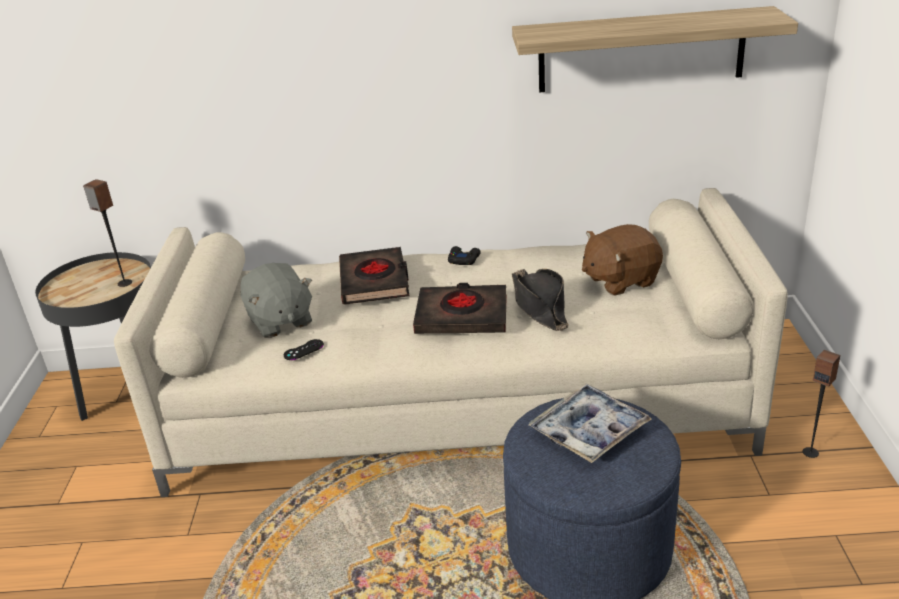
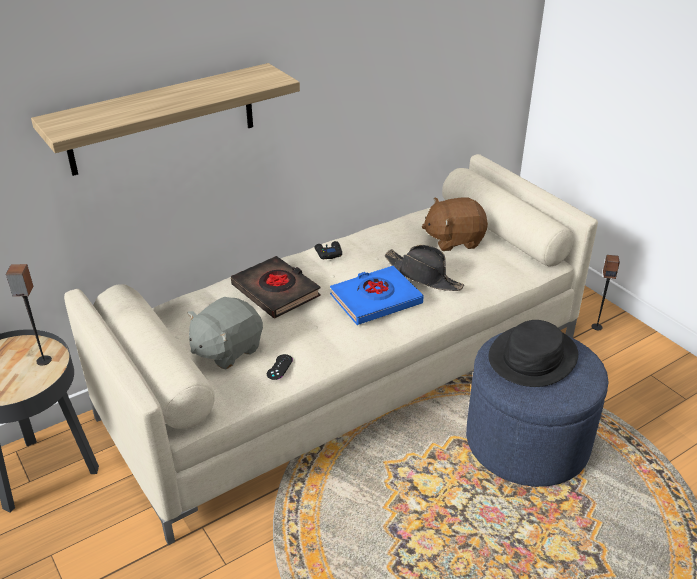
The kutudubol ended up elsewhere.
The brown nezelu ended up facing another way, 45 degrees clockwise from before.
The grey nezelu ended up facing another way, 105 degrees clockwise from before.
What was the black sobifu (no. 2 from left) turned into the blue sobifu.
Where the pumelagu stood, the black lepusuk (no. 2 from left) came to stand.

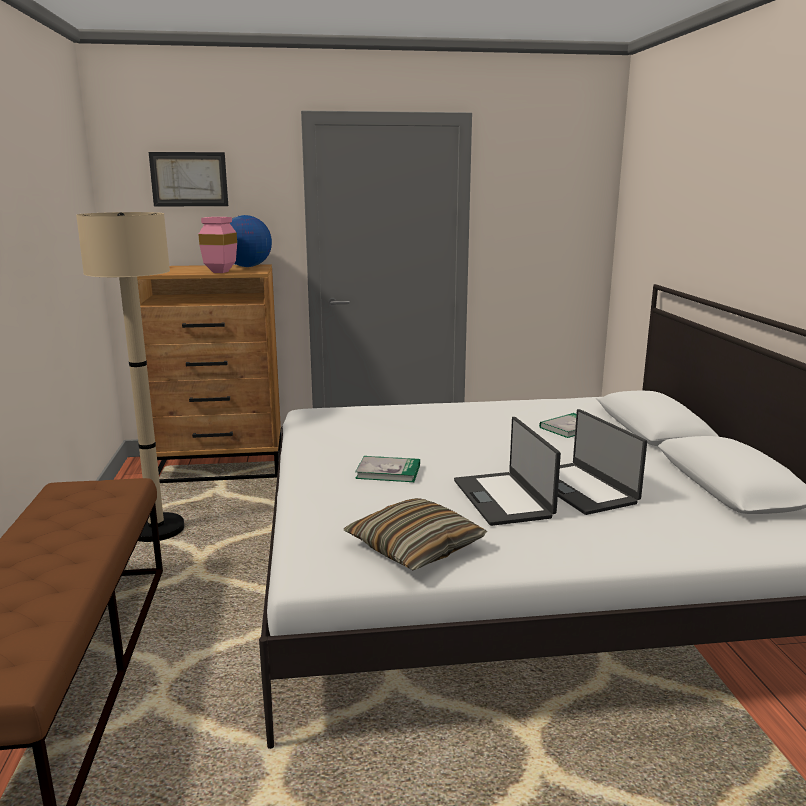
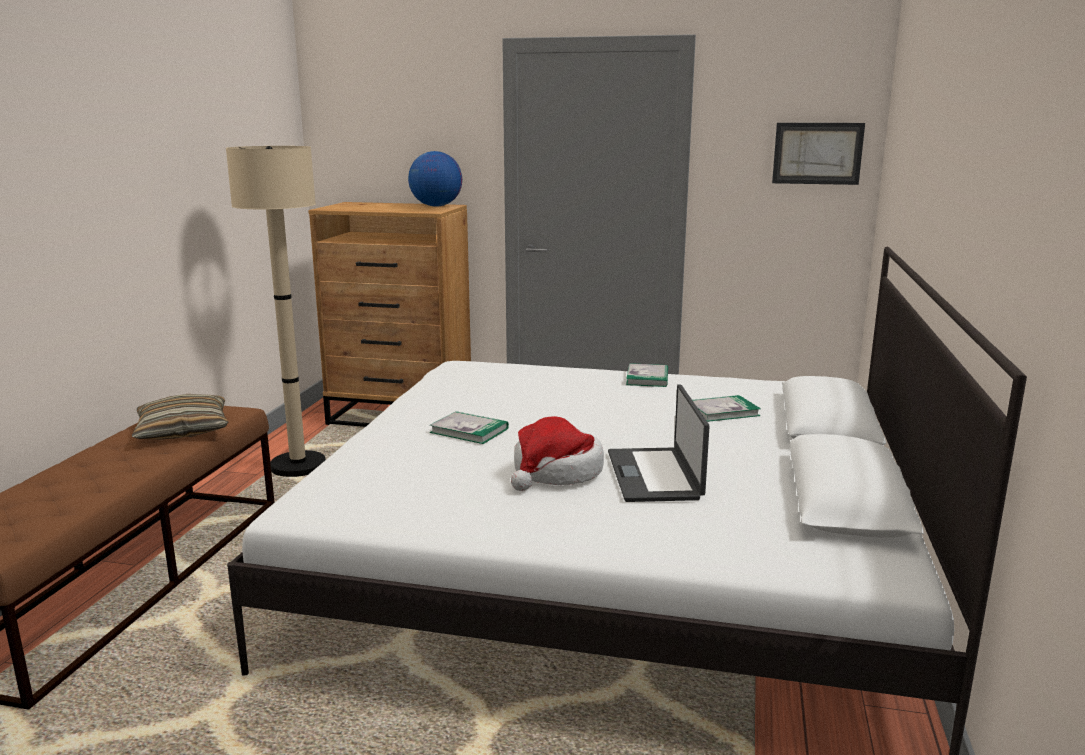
The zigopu ended up elsewhere.
The second view lost the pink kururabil.
Where the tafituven (no. 1 from left) stood, the lepusuk came to stand.
The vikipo ended up elsewhere.
The second view gained the sobifu (no. 2 from left).

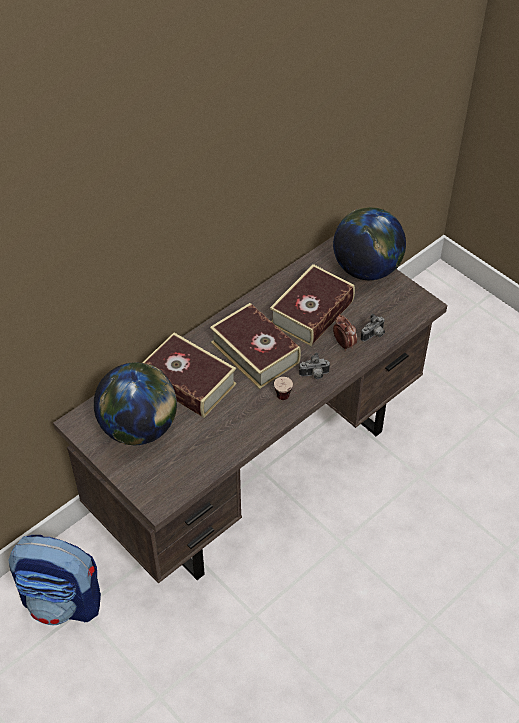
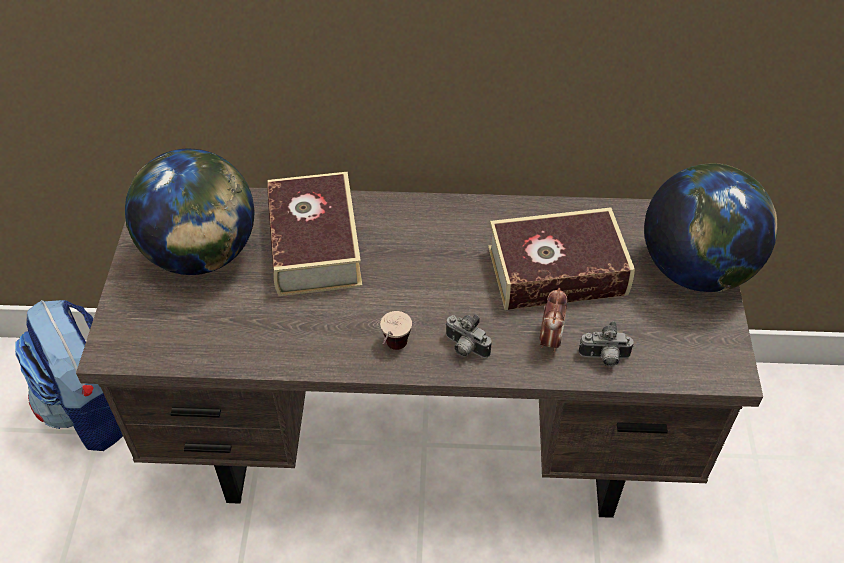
The second view lost the sobifu (no. 2 from left).

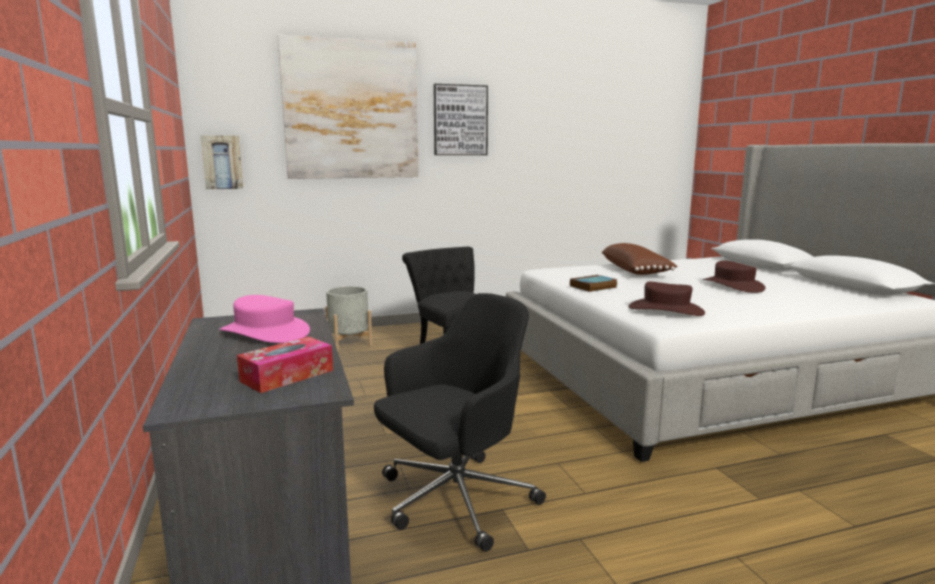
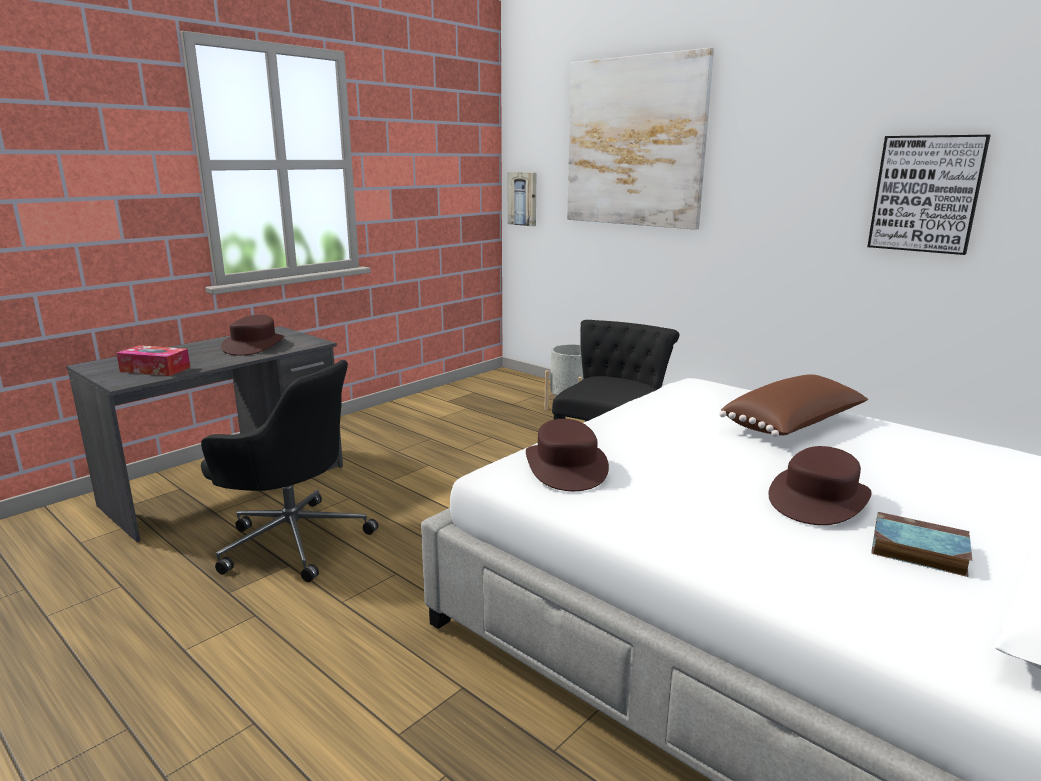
The zigopu (no. 3 from left) ended up elsewhere.
The sobifu ended up elsewhere.
What was the pink lepusuk turned into the brown lepusuk (no. 1 from left).

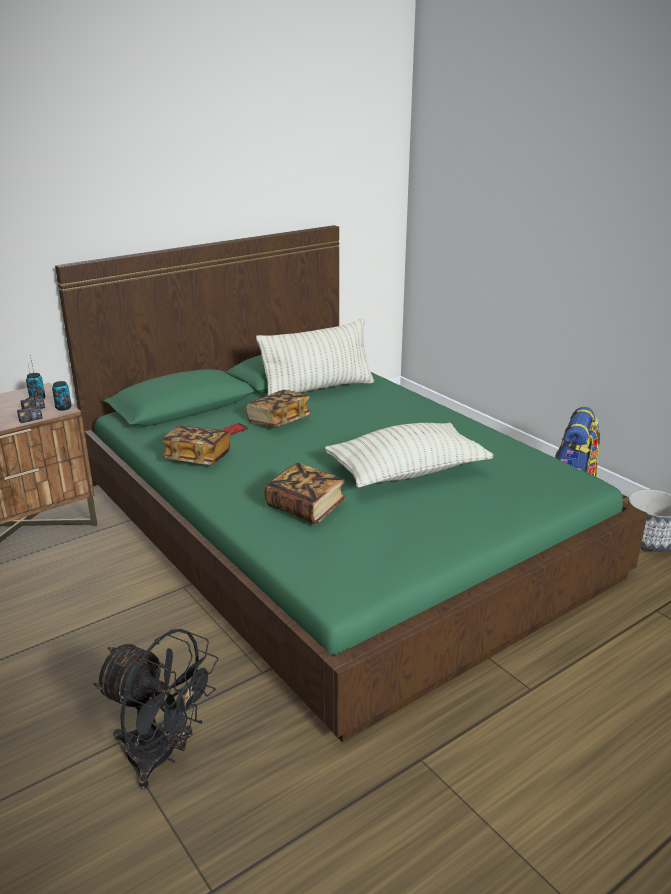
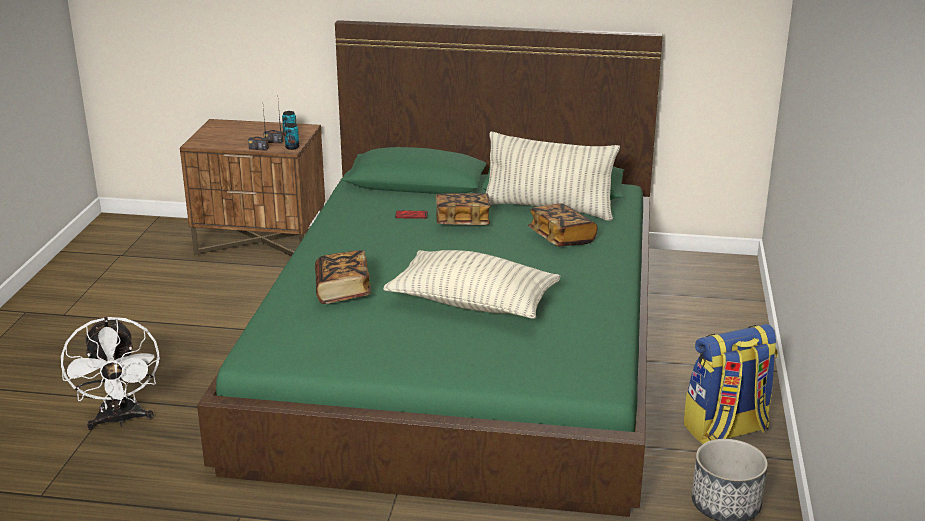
The sobifu (no. 1 from left in the first image) ended up elsewhere.
What was the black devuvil turned into the white devuvil.

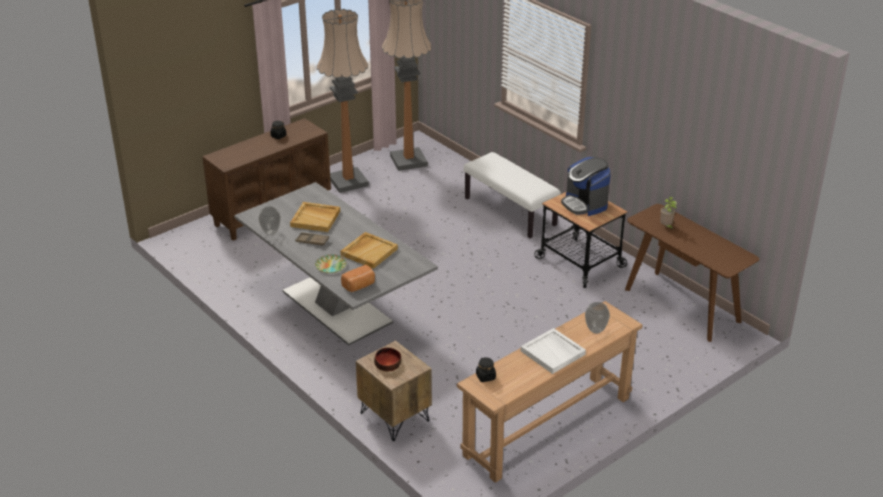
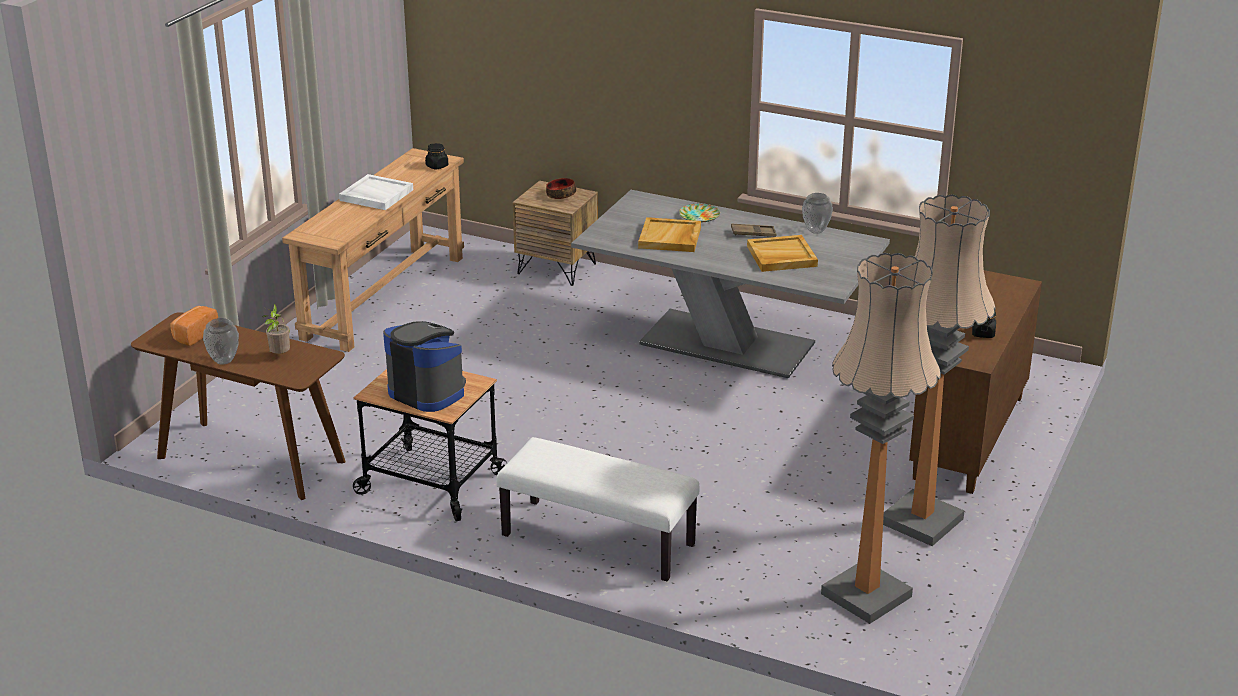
The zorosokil ended up elsewhere.
The kururabil (no. 2 from left in the first image) ended up elsewhere.

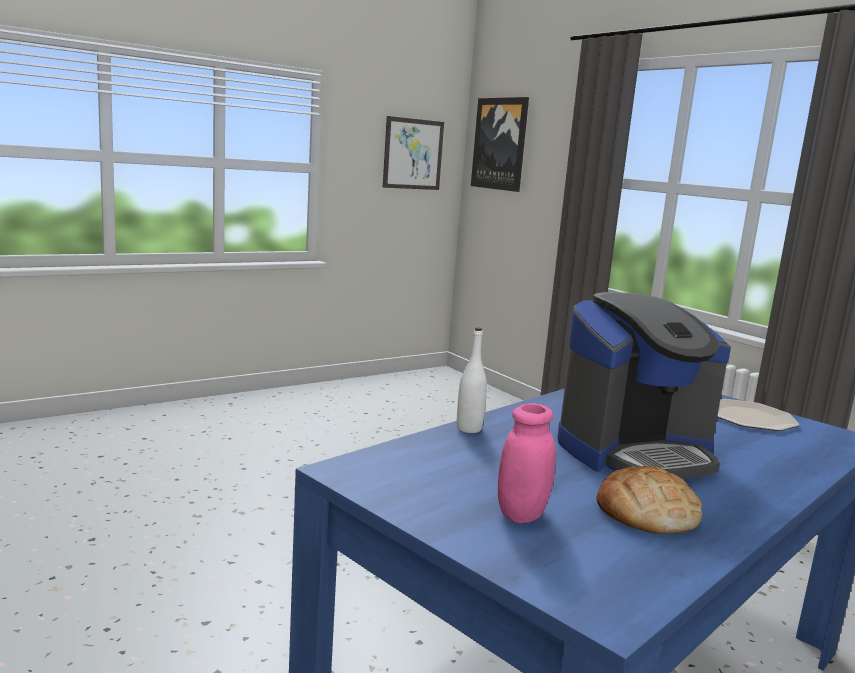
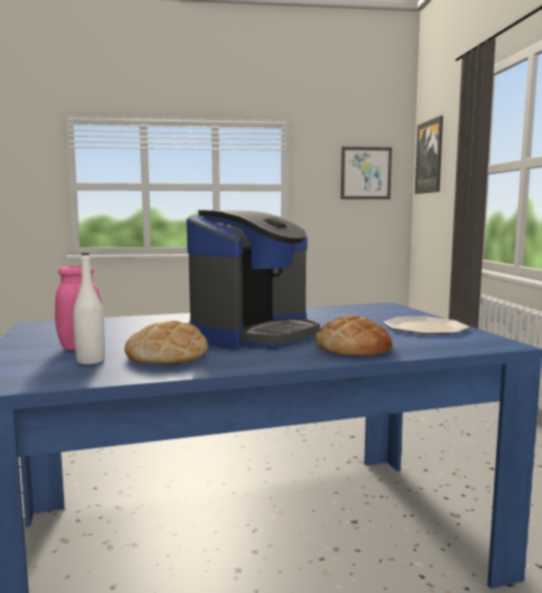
The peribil ended up facing another way, 60 degrees counterclockwise from before.
The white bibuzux ended up elsewhere.
The second view gained the zorosokil (no. 2 from left).

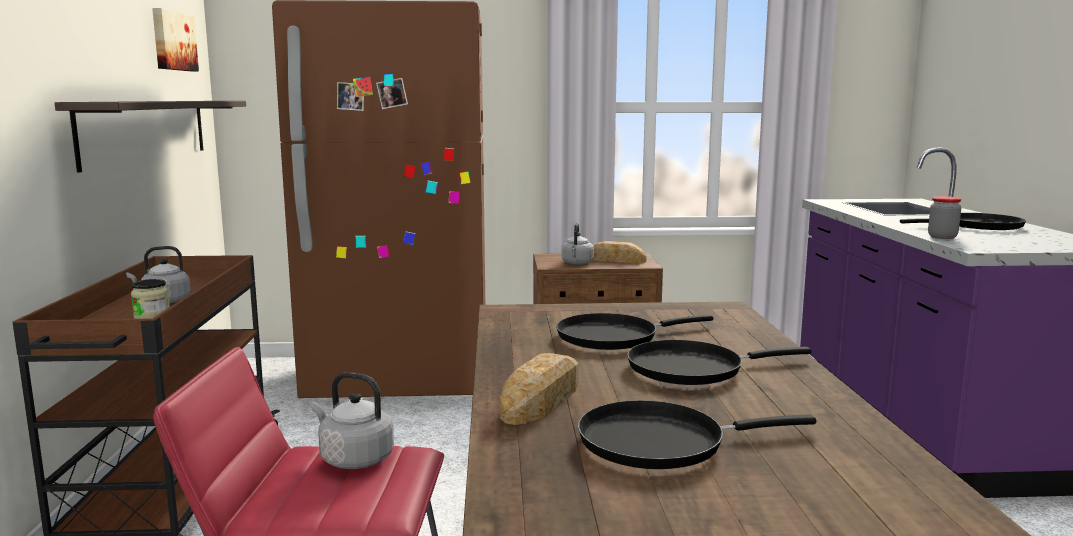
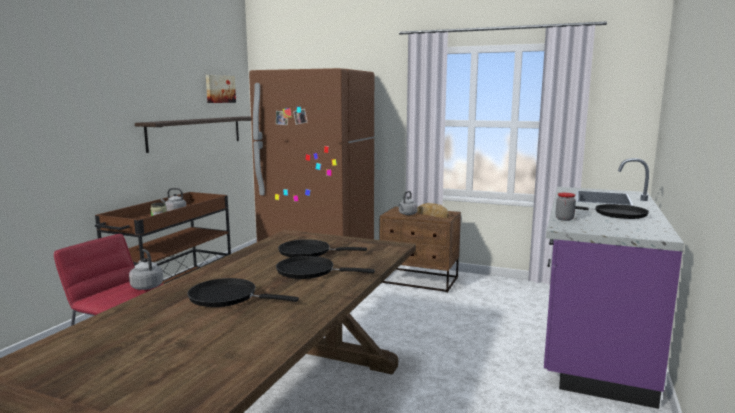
The second view lost the zorosokil (no. 1 from left).

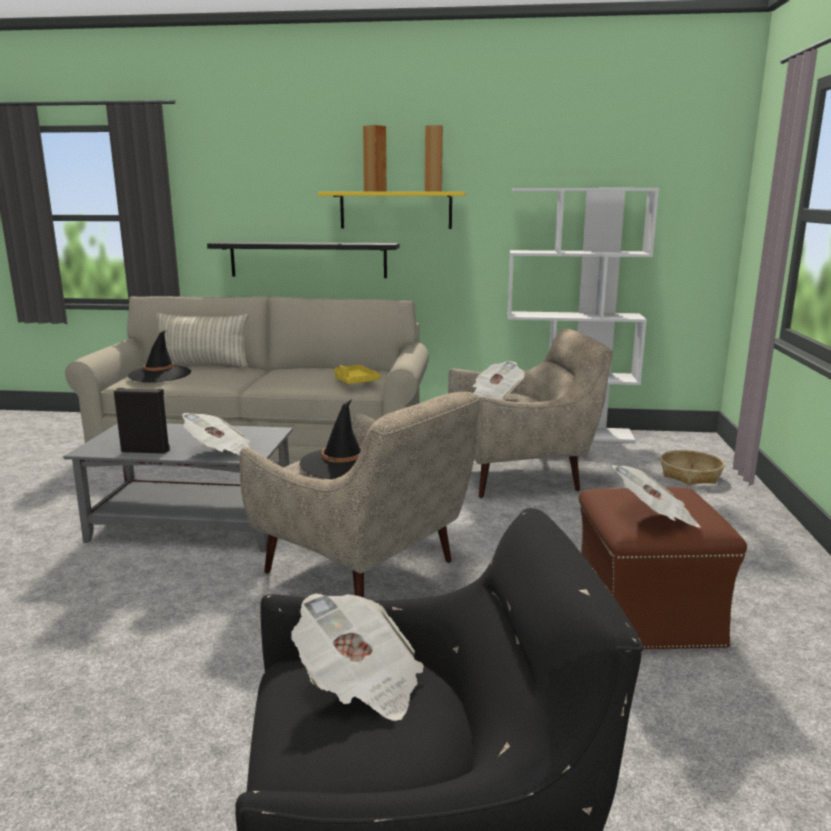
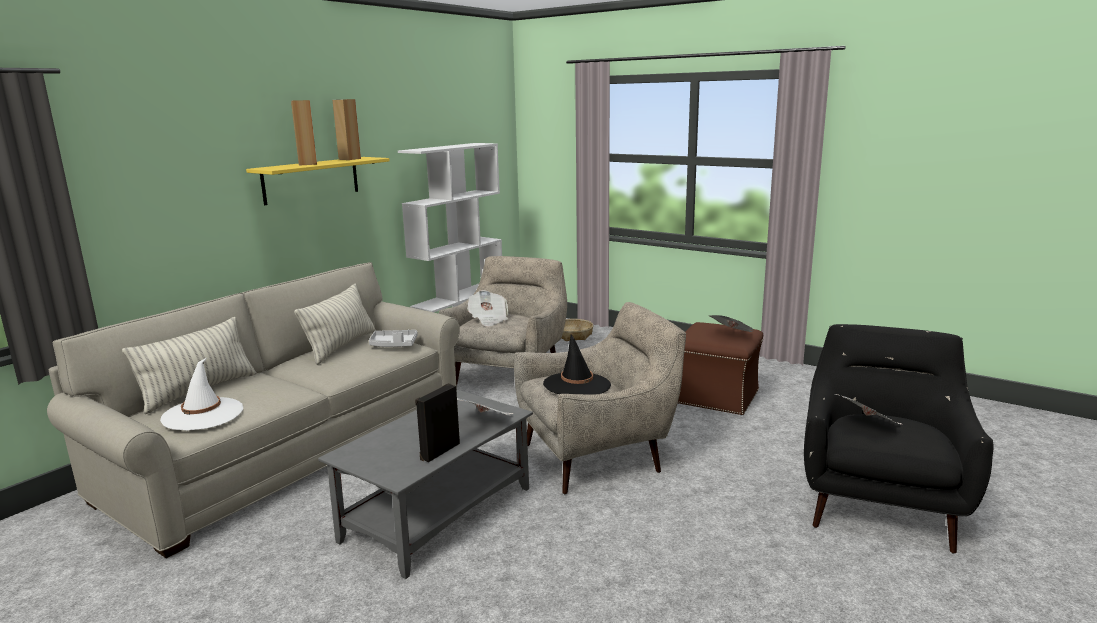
The second view lost the black kutudubol.
What was the black lepusuk (no. 1 from left) turned into the white lepusuk.
What was the yellow pumelagu turned into the grey pumelagu.
The second view gained the vikipo (no. 2 from left).

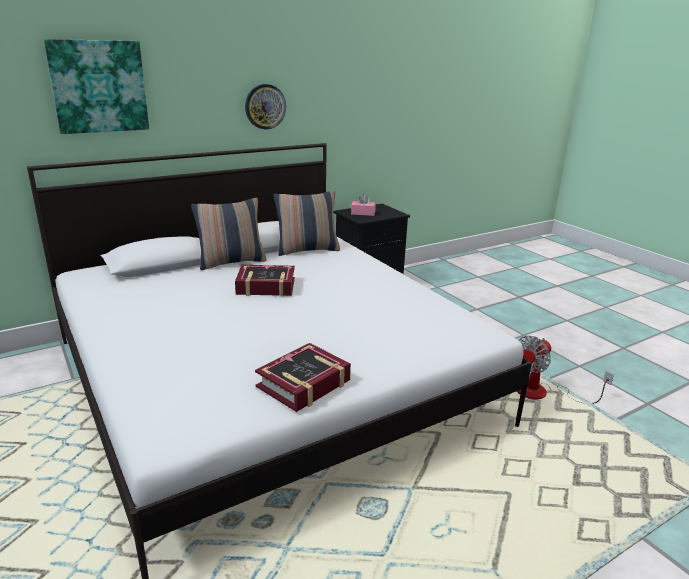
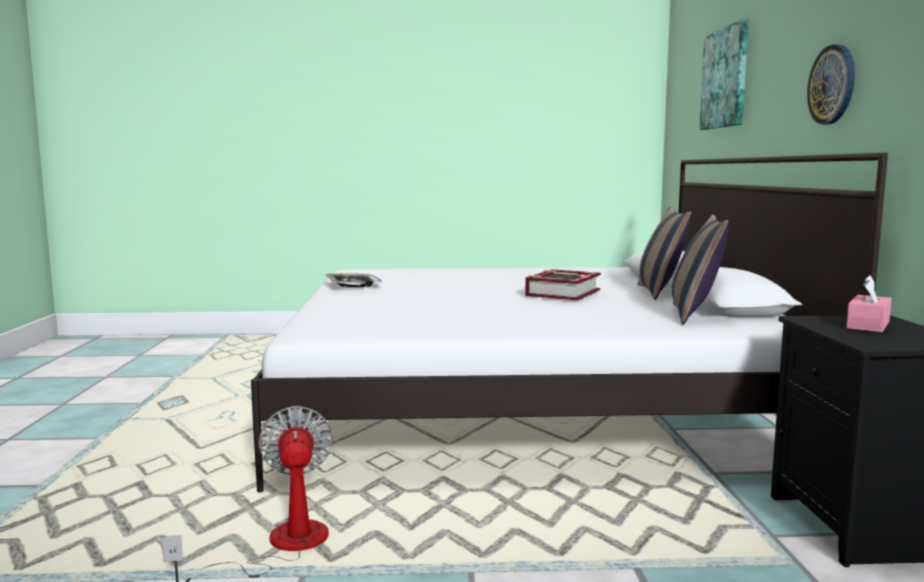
Where the sobifu (no. 2 from left) stood, the pumelagu came to stand.

